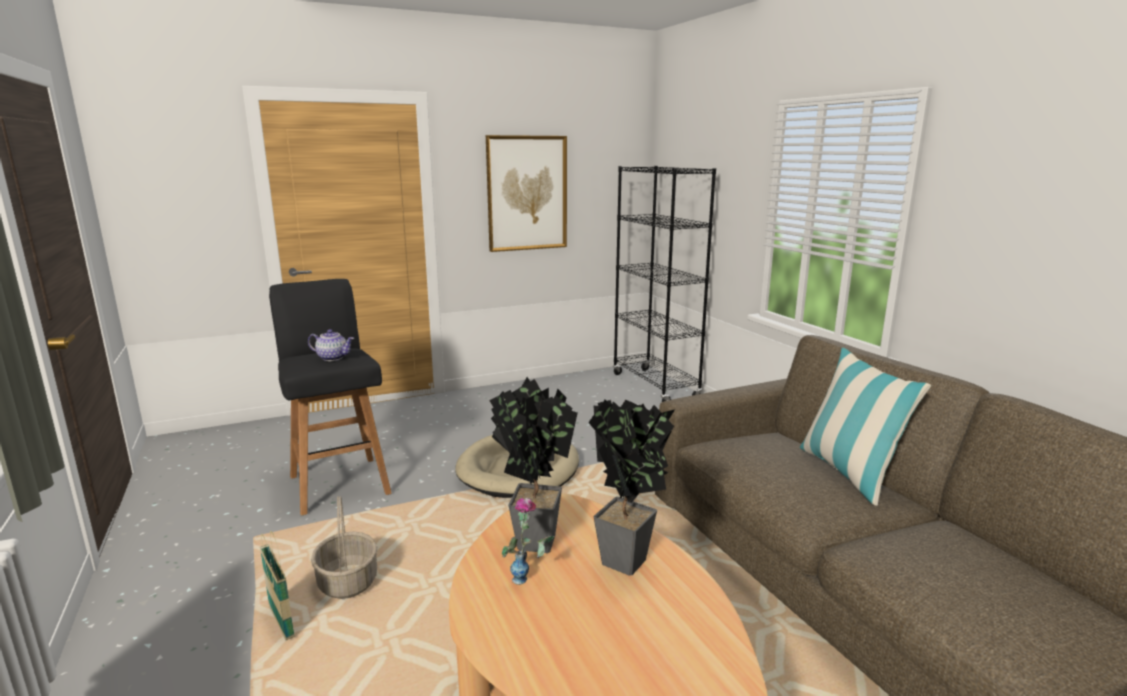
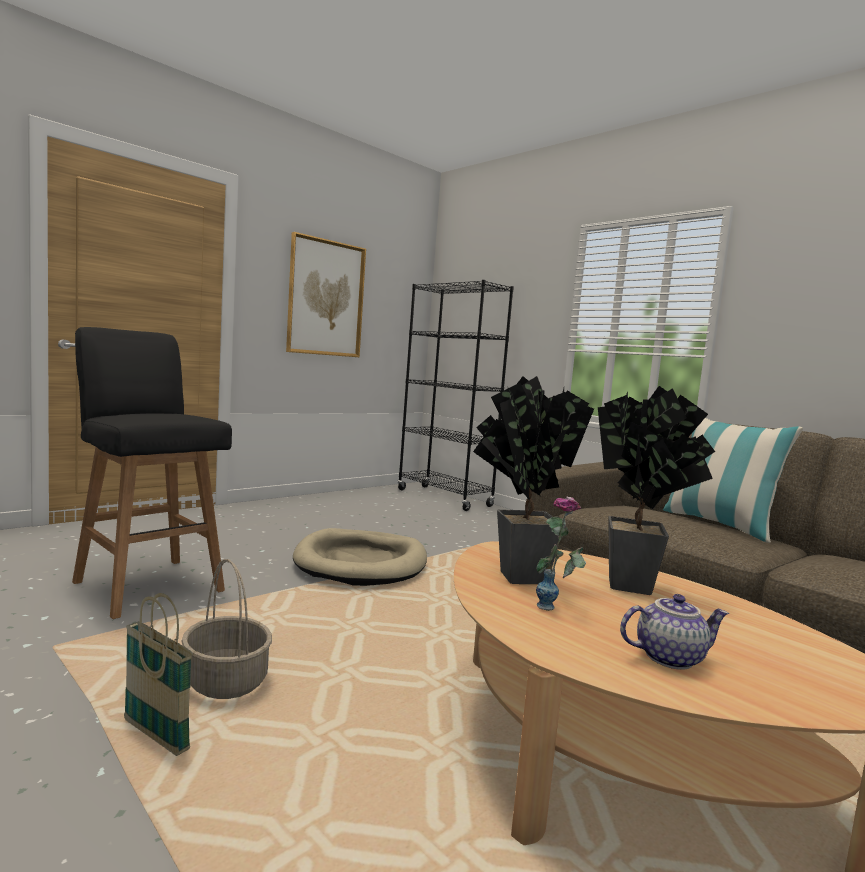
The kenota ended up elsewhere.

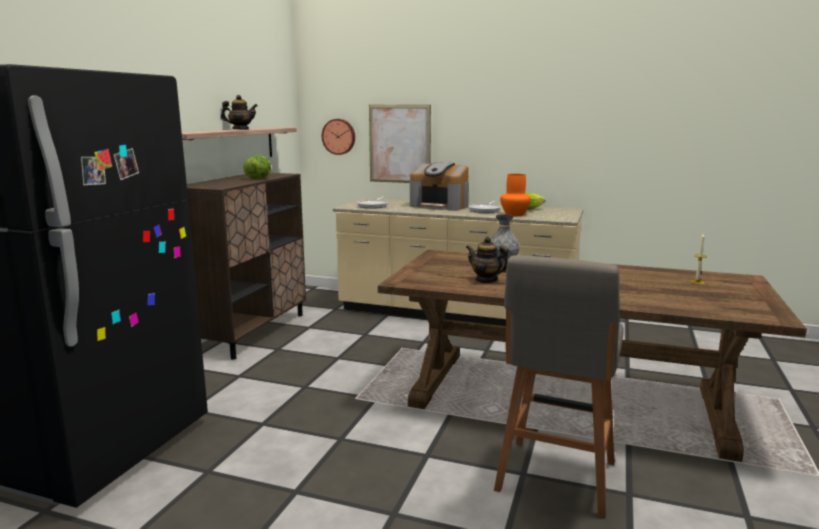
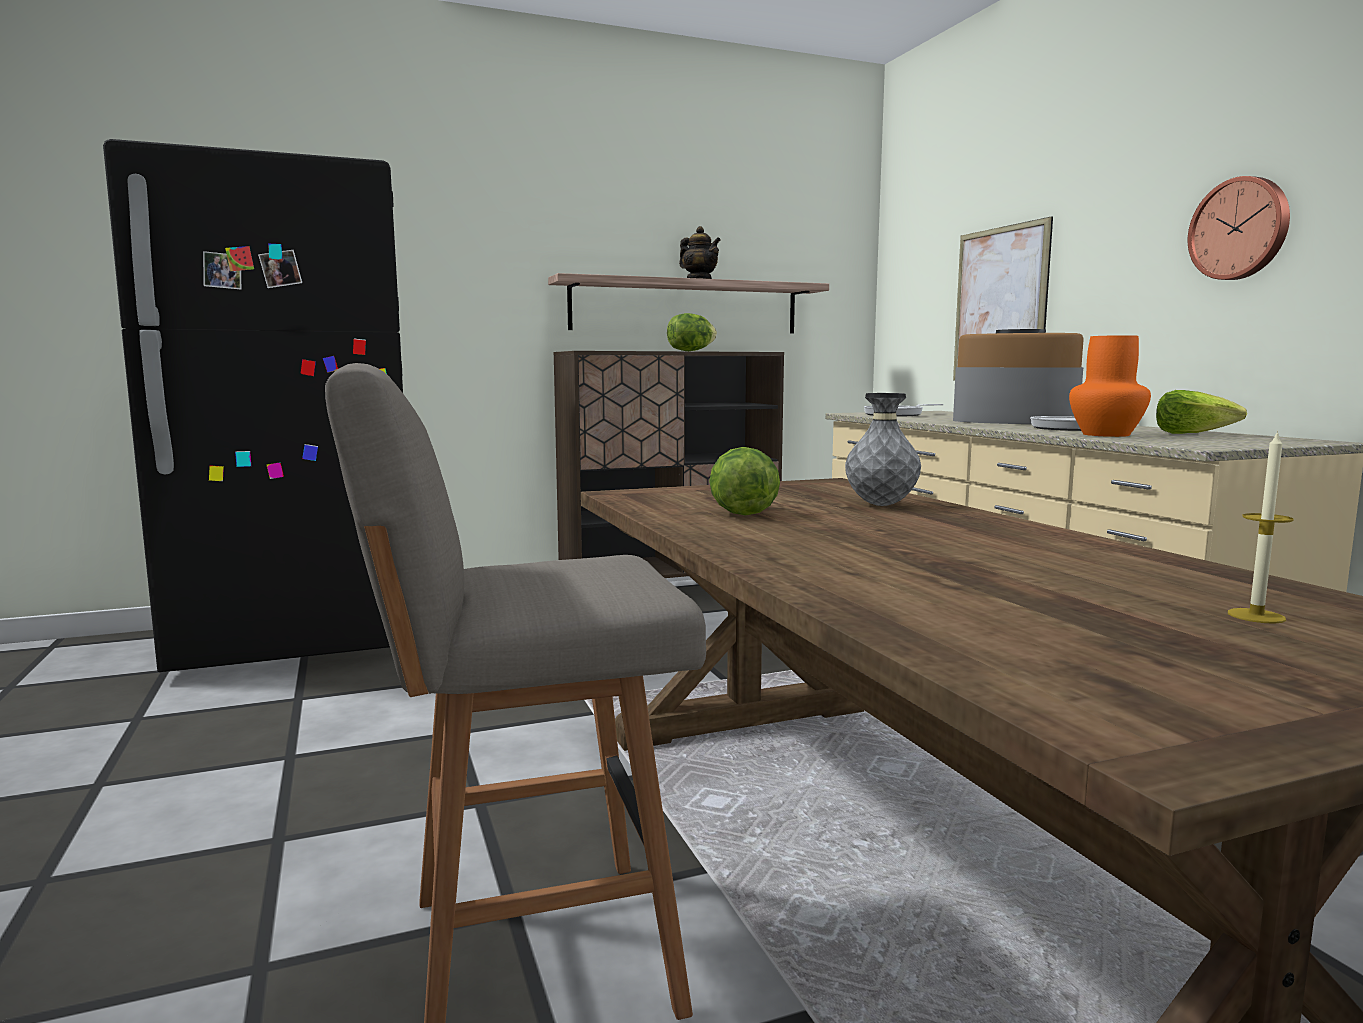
The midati ended up elsewhere.
The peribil ended up facing another way, 120 degrees clockwise from before.
Where the kenota (no. 2 from left) stood, the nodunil (no. 2 from left) came to stand.

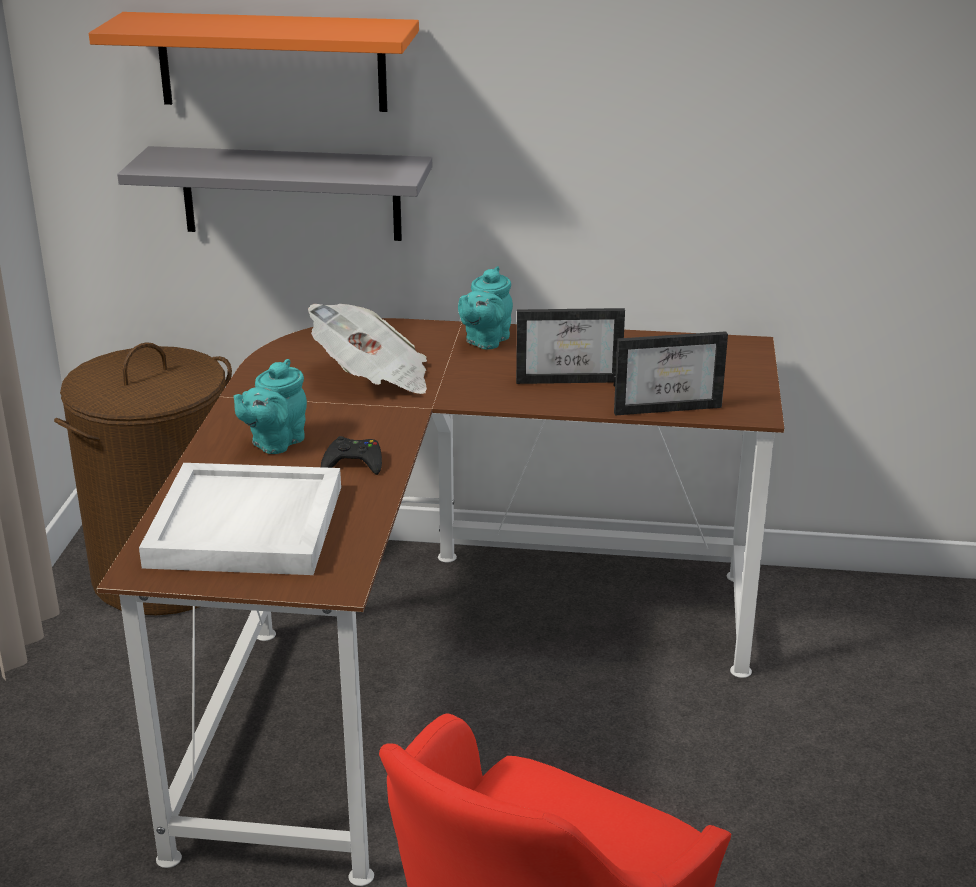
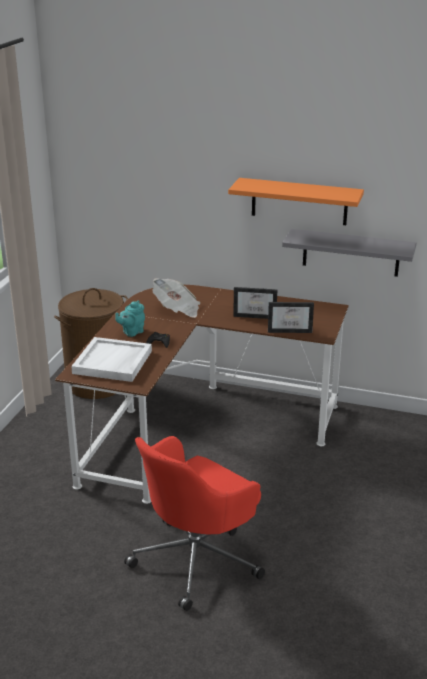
The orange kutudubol ended up elsewhere.
The grey kutudubol ended up elsewhere.
The second view lost the turquoise kenota (no. 2 from left).

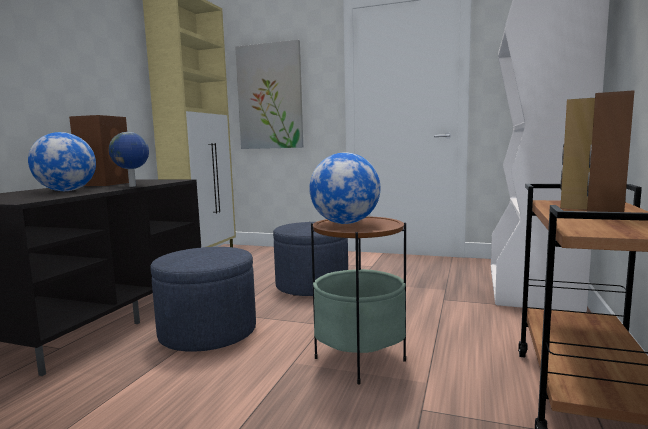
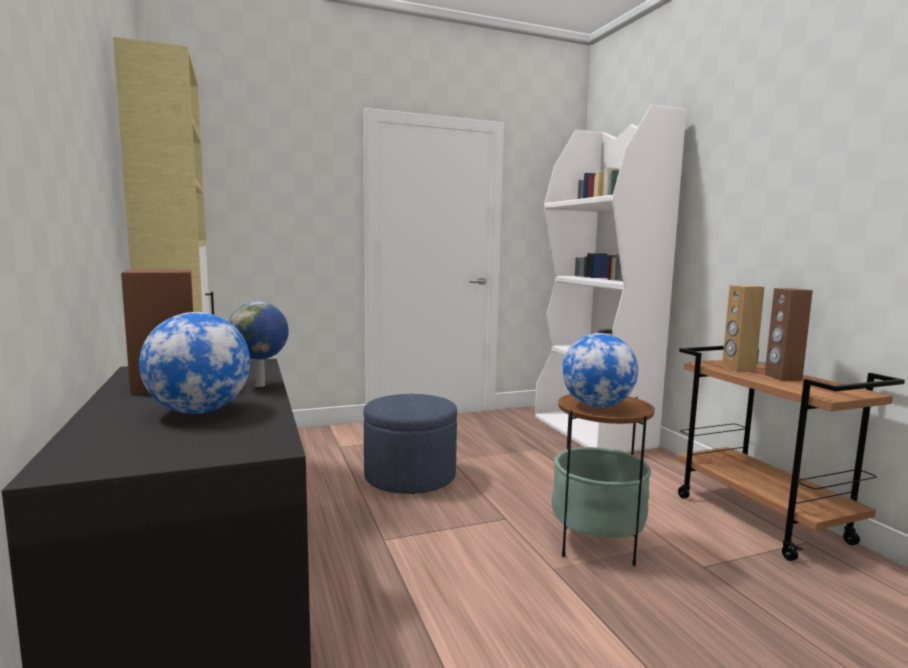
The second view lost the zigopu.
The second view lost the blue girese (no. 1 from left).

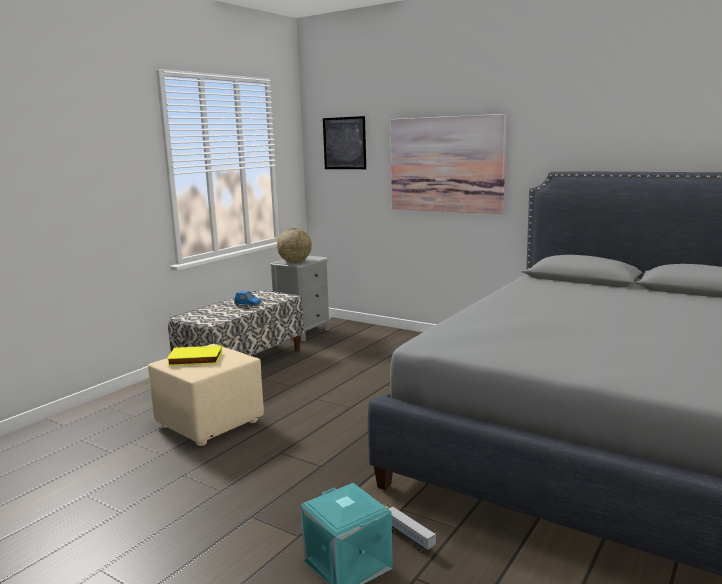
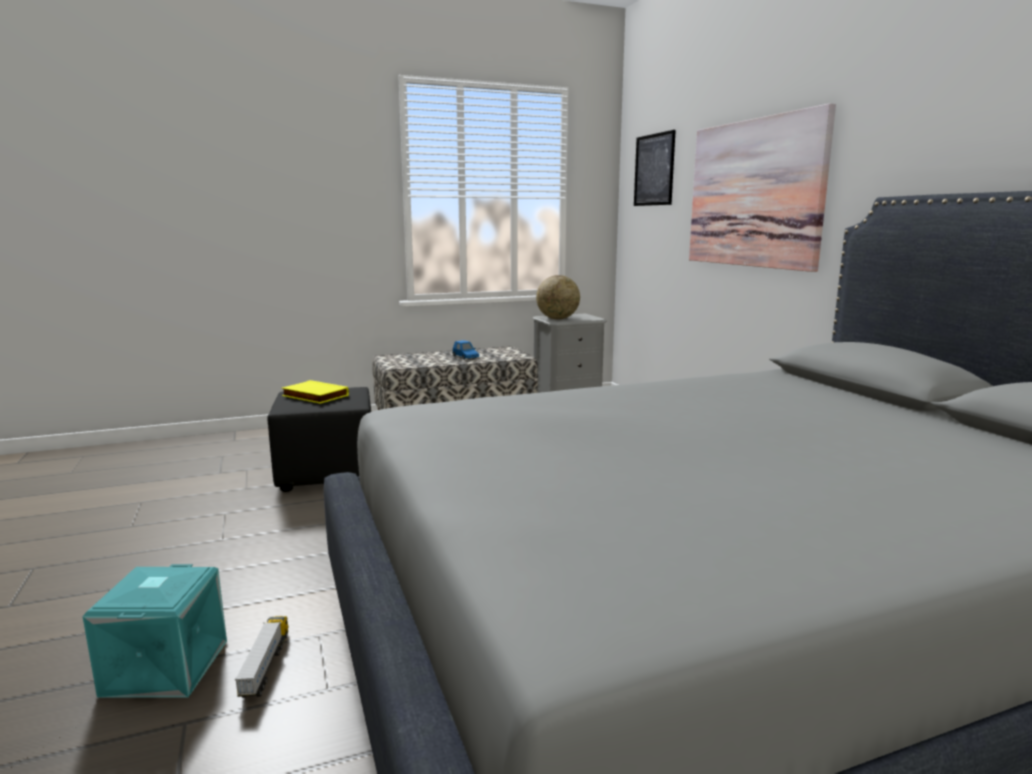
What was the beige girese turned into the black girese.

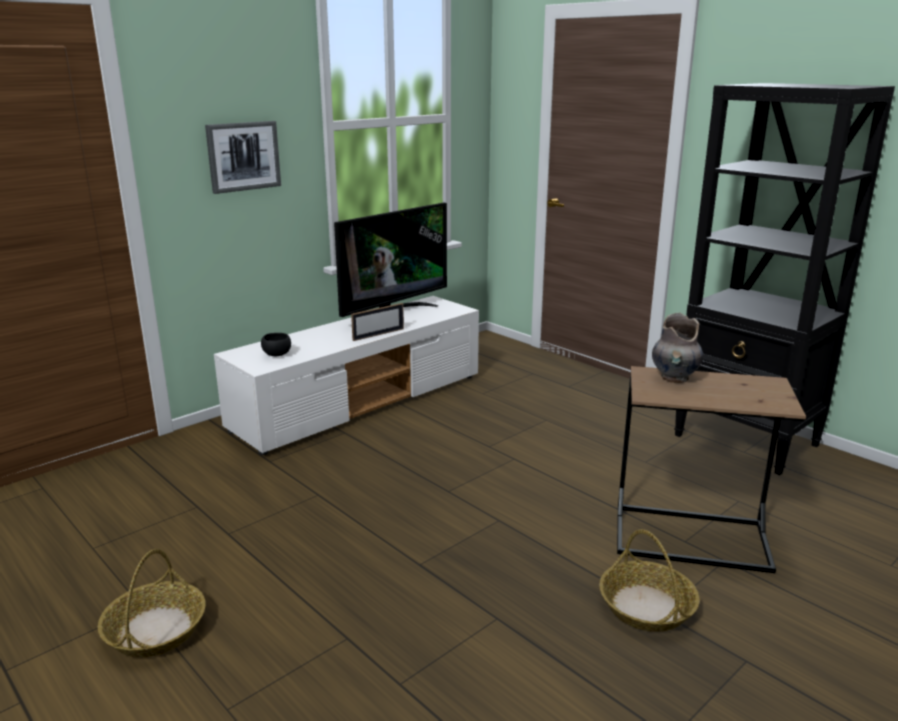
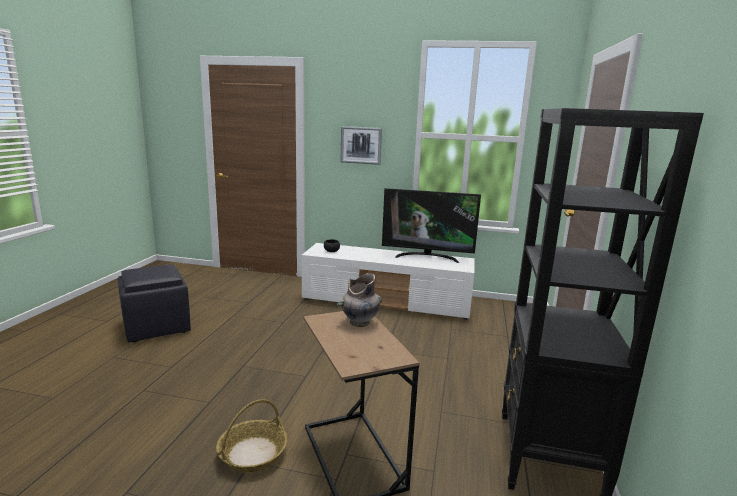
The second view lost the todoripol.
Where the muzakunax (no. 1 from left) stood, the black girese came to stand.

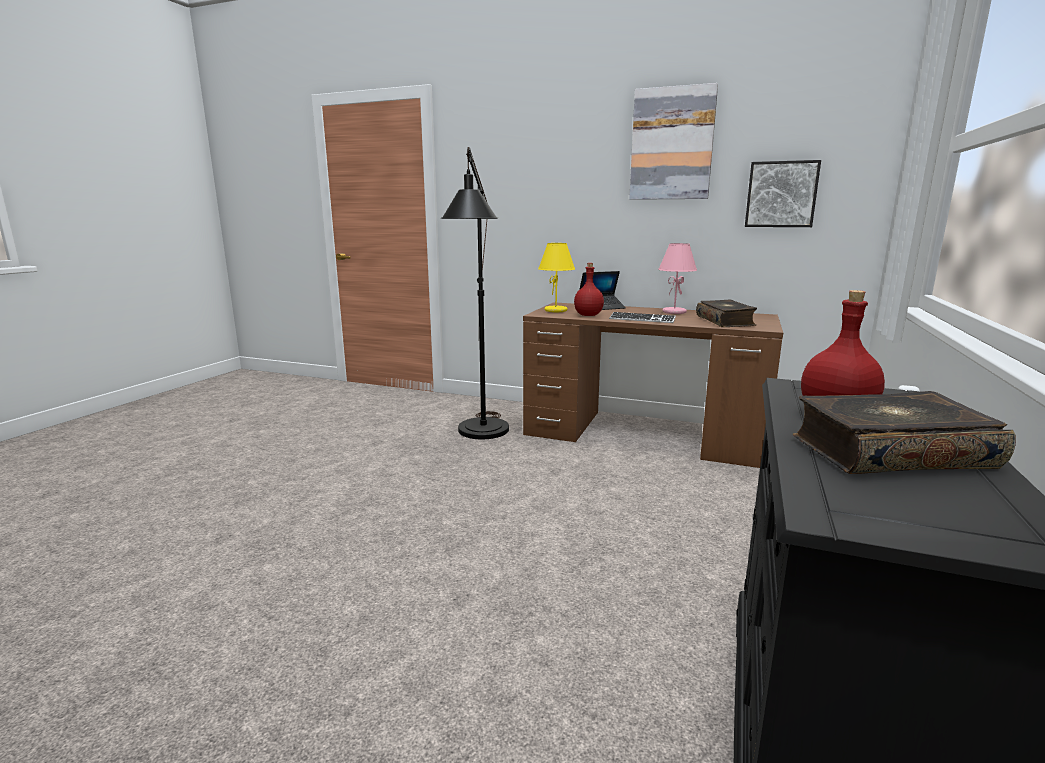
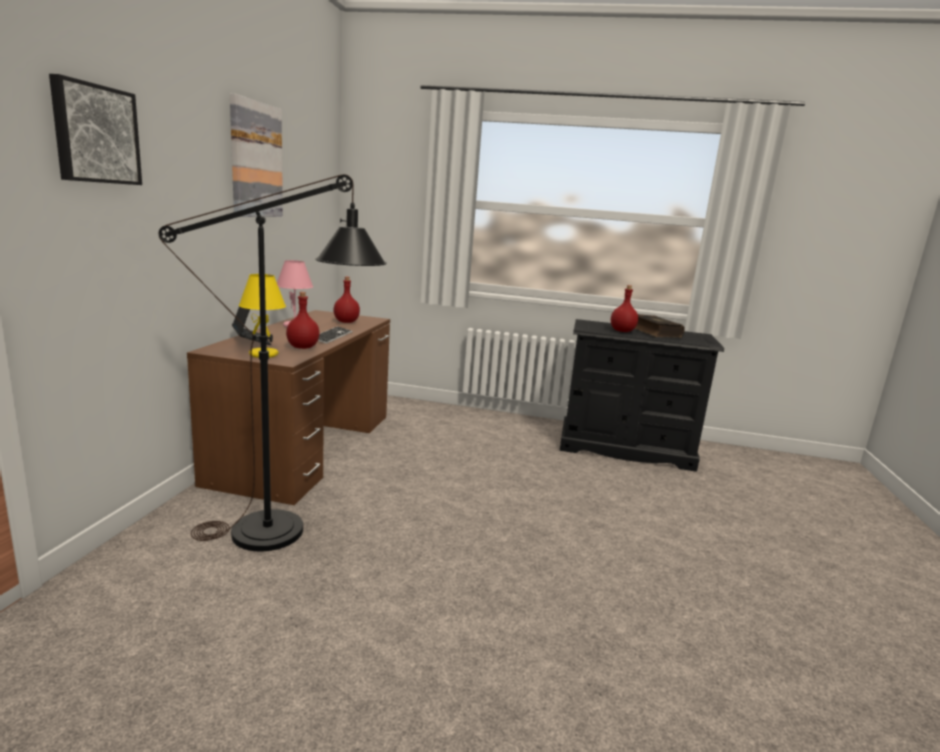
The zigopu (no. 2 from left in the first image) ended up elsewhere.
Where the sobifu (no. 1 from left) stood, the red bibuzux (no. 2 from left) came to stand.

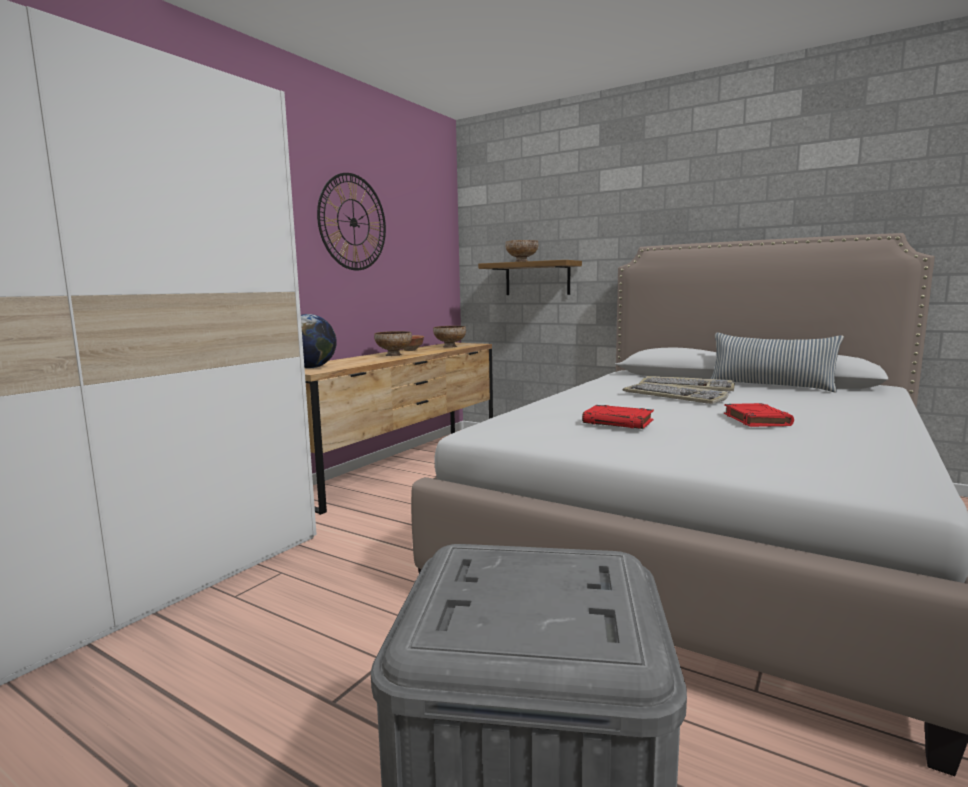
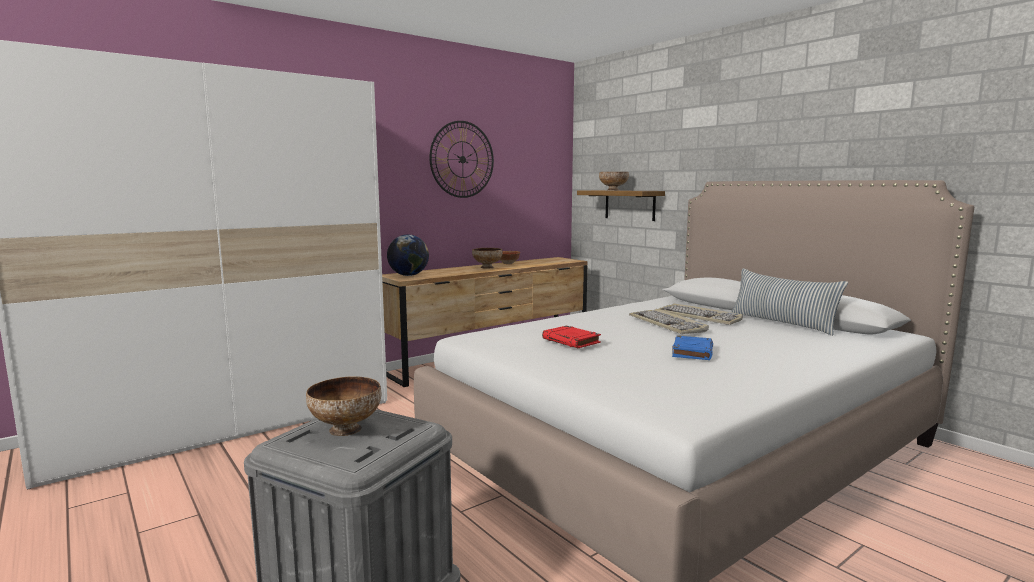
The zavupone (no. 3 from left in the first image) ended up elsewhere.
What was the red sobifu (no. 2 from left) turned into the blue sobifu.

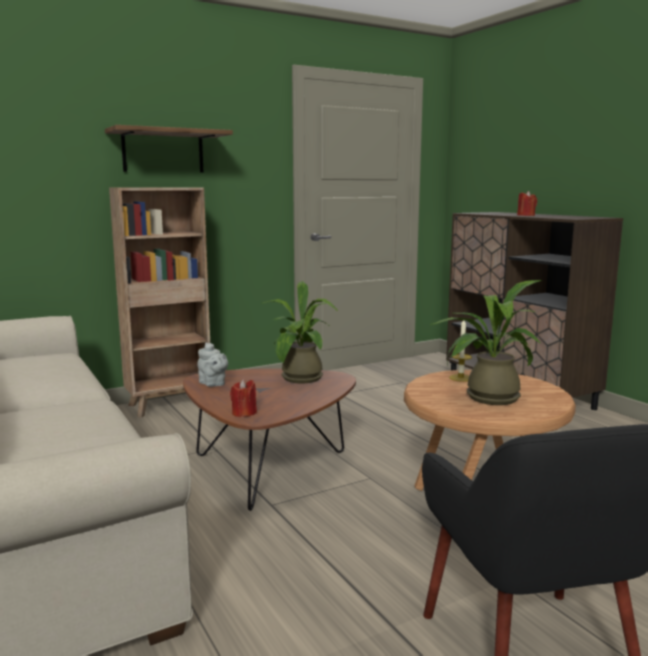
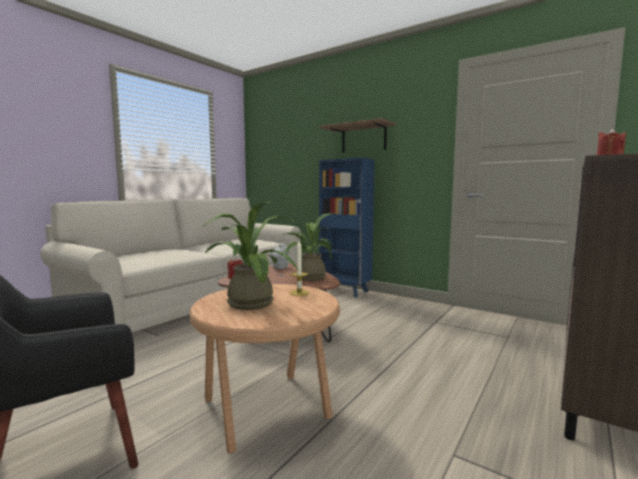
What was the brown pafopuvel turned into the blue pafopuvel.

